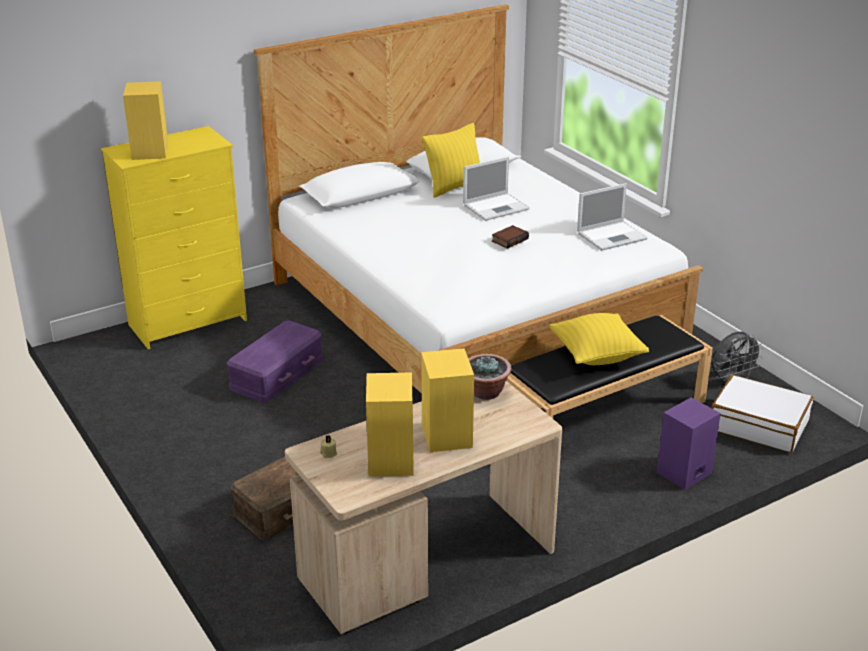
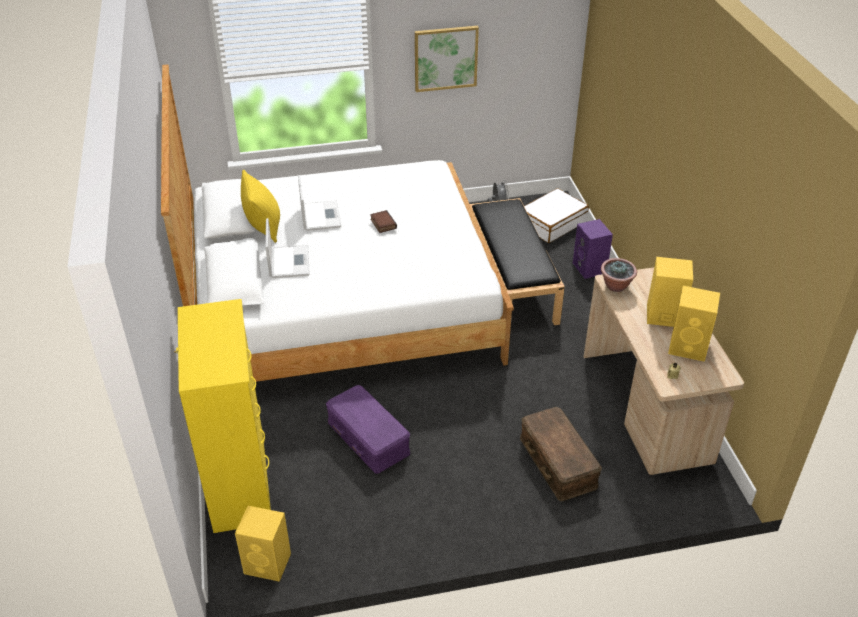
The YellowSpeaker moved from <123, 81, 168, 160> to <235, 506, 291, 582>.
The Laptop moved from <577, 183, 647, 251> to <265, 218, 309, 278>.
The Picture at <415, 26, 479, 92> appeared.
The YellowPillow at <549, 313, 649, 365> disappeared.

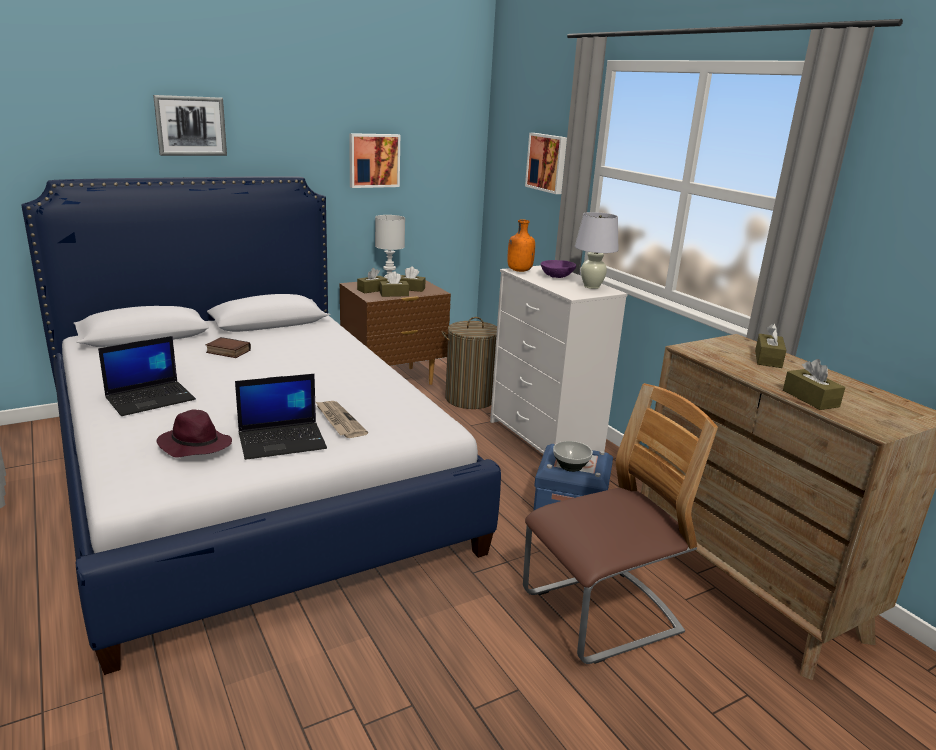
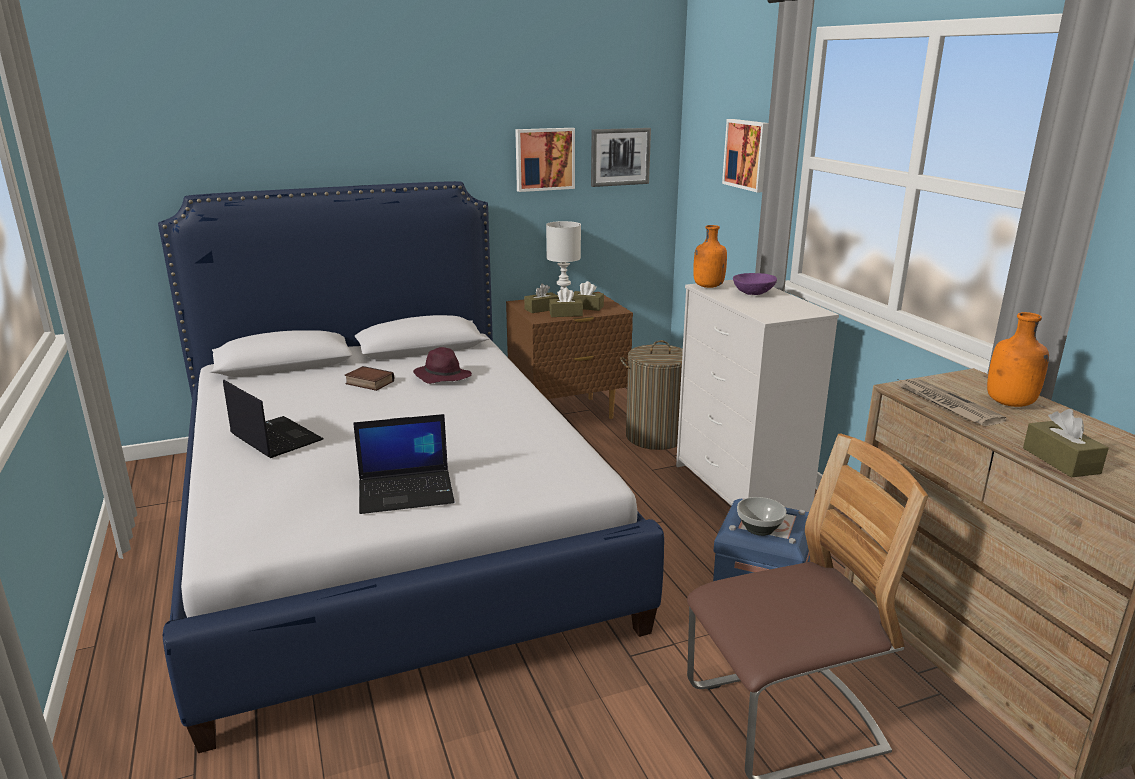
The Laptop at <98, 336, 196, 416> turned 105 degrees counterclockwise.
The PurpleHat moved from <156, 410, 232, 457> to <413, 347, 472, 384>.
The Picture moved from <153, 95, 227, 156> to <591, 128, 651, 187>.
The Newspaper moved from <316, 401, 368, 438> to <896, 378, 1007, 426>.
The BrownTissueBox at <755, 323, 787, 368> was replaced by the OrangeBottle at <987, 312, 1049, 407>.
The WhiteTableLamp at <575, 212, 619, 289> disappeared.

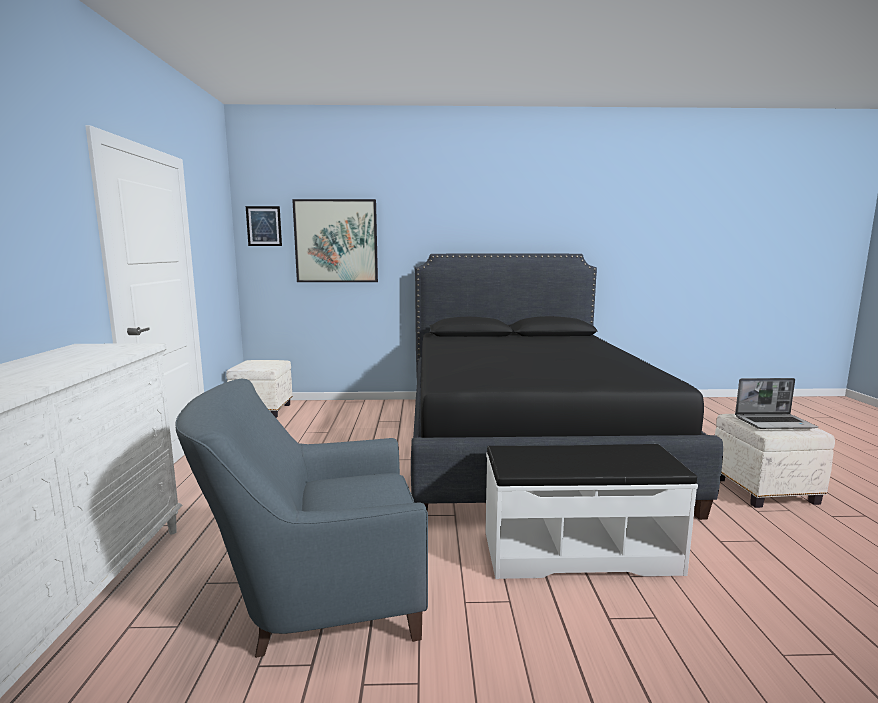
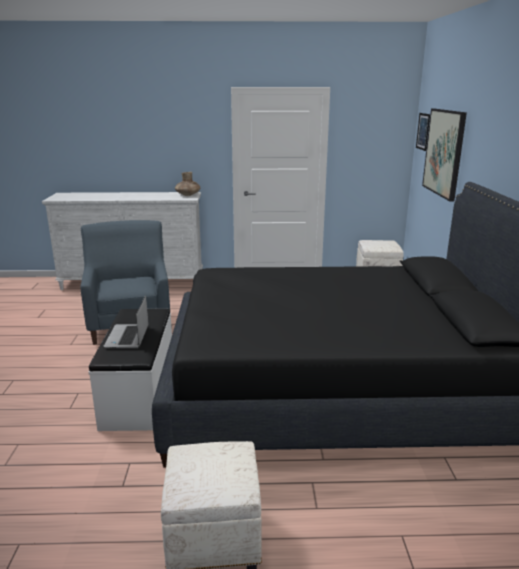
The Laptop moved from <735, 378, 818, 429> to <103, 295, 149, 349>.
The BrownVase at <175, 172, 200, 196> appeared.

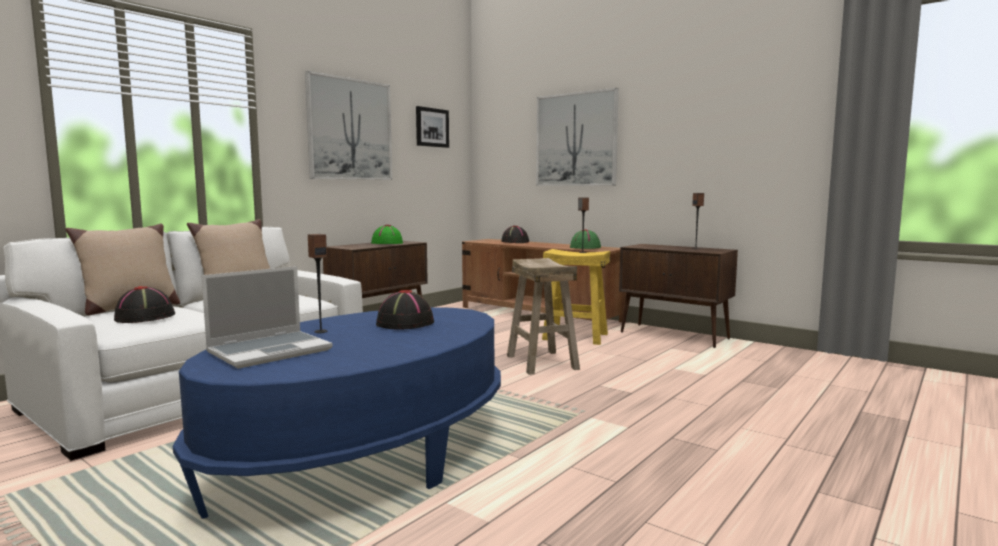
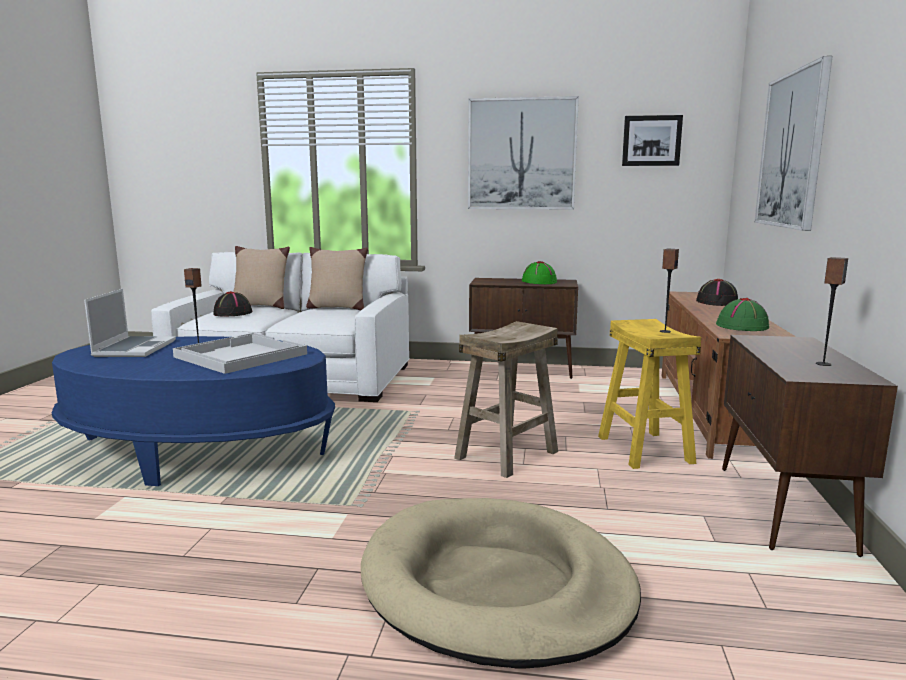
The Laptop at <201, 266, 333, 369> turned 105 degrees counterclockwise.
The BlackHat at <376, 290, 434, 330> was replaced by the WhiteTray at <173, 333, 307, 374>.
The BeigeDogBed at <361, 498, 641, 668> appeared.

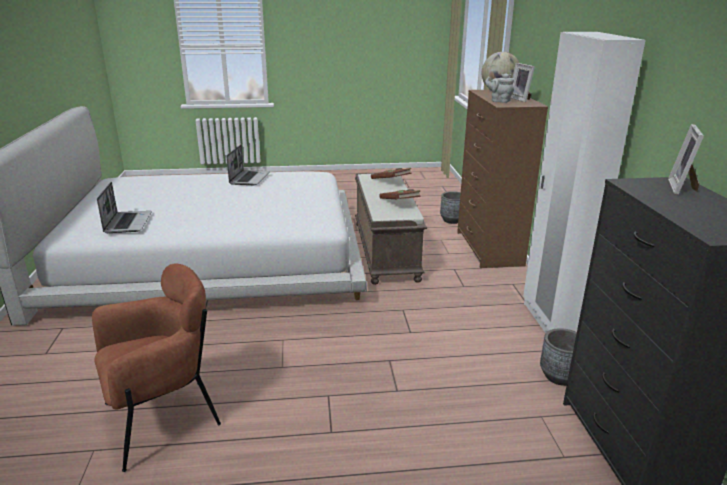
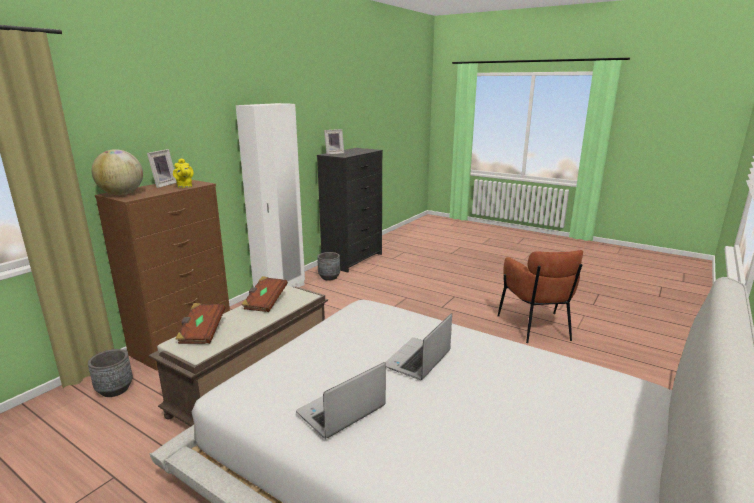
The GreyTeapot at <485, 73, 514, 103> became the YellowTeapot at <173, 158, 194, 188>.
The Laptop moved from <97, 182, 152, 233> to <385, 313, 452, 380>.
The BrownArmchair at <92, 264, 221, 472> turned 105 degrees counterclockwise.

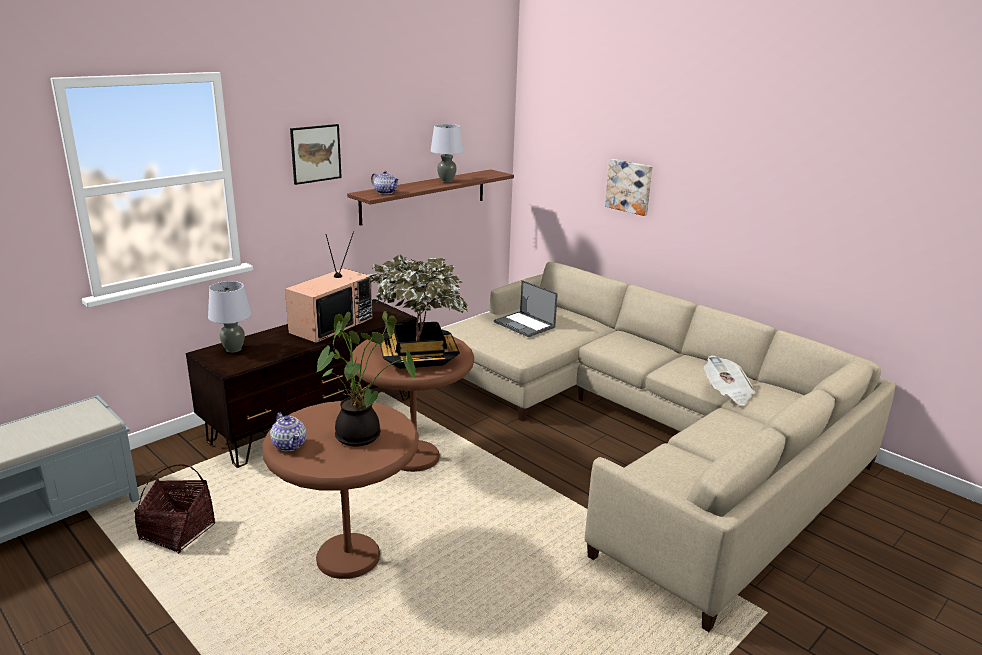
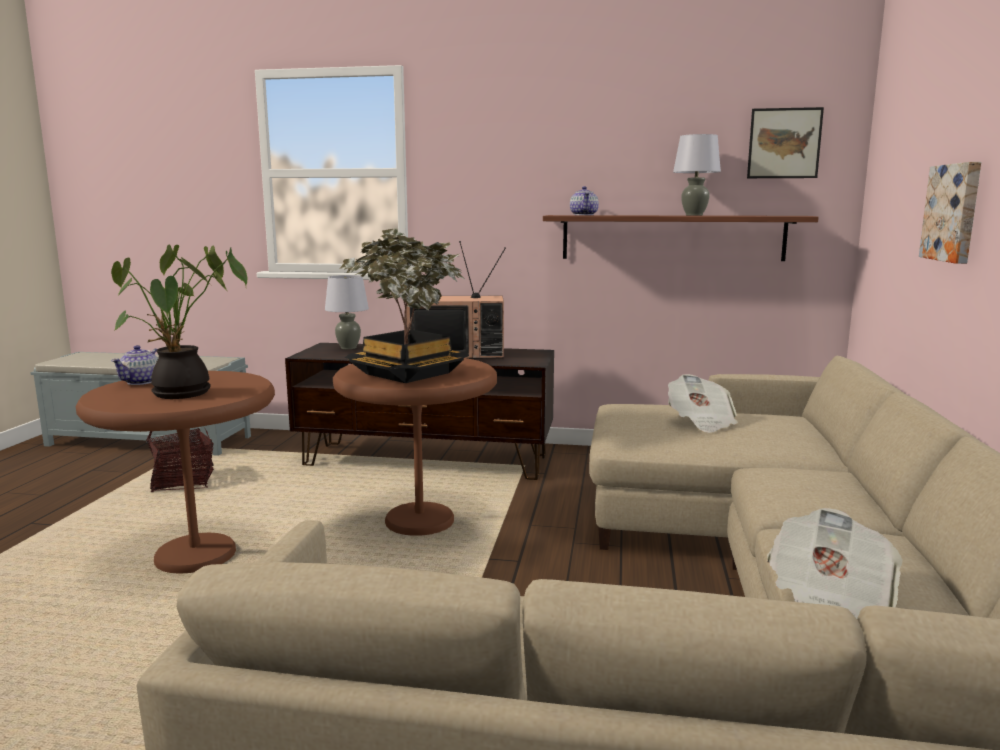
The Laptop at <494, 280, 558, 337> was replaced by the Newspaper at <668, 374, 738, 433>.
The Picture moved from <290, 124, 342, 185> to <747, 107, 824, 178>.

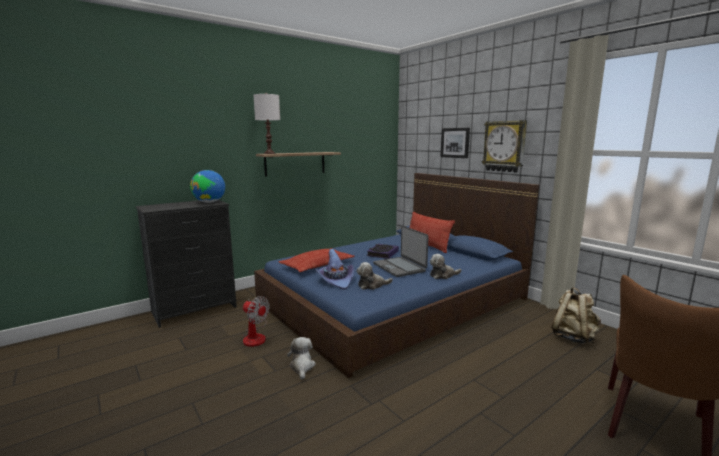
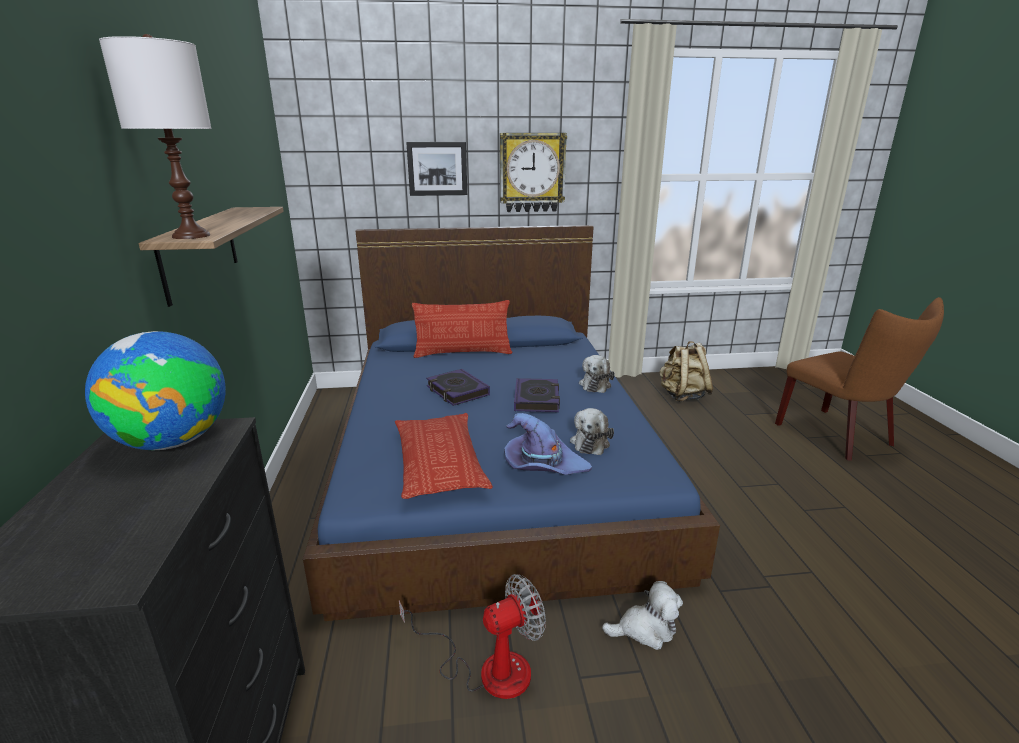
The Laptop at <373, 226, 429, 277> was replaced by the Book at <514, 378, 560, 412>.
The PlushToy at <287, 337, 316, 380> turned 150 degrees clockwise.

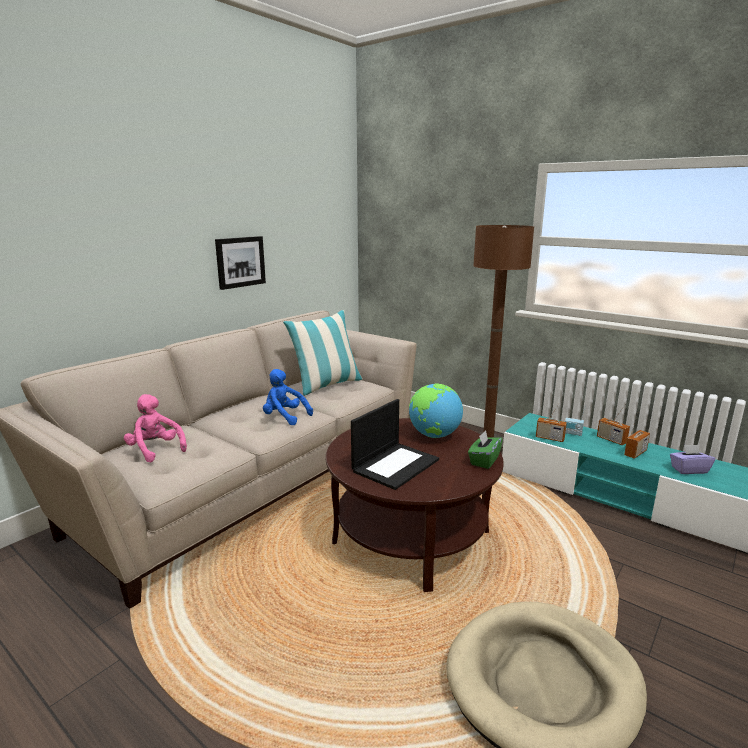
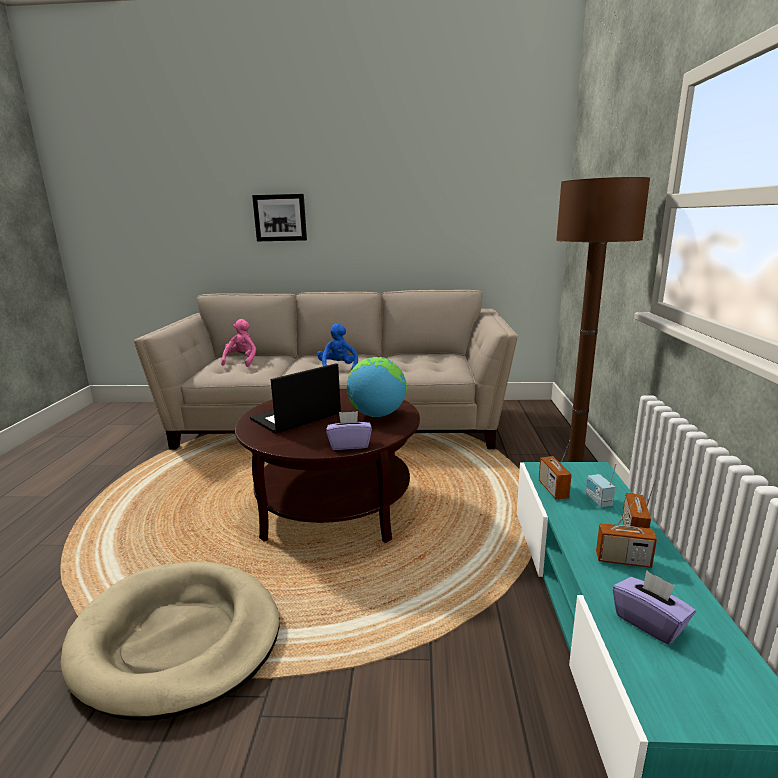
The Laptop at <351, 399, 439, 490> turned 135 degrees clockwise.
The Picture moved from <215, 236, 266, 290> to <252, 194, 307, 241>.
The GreenTissueBox at <468, 430, 503, 469> became the PurpleTissueBox at <326, 411, 372, 450>.
The Pillow at <283, 310, 363, 396> disappeared.

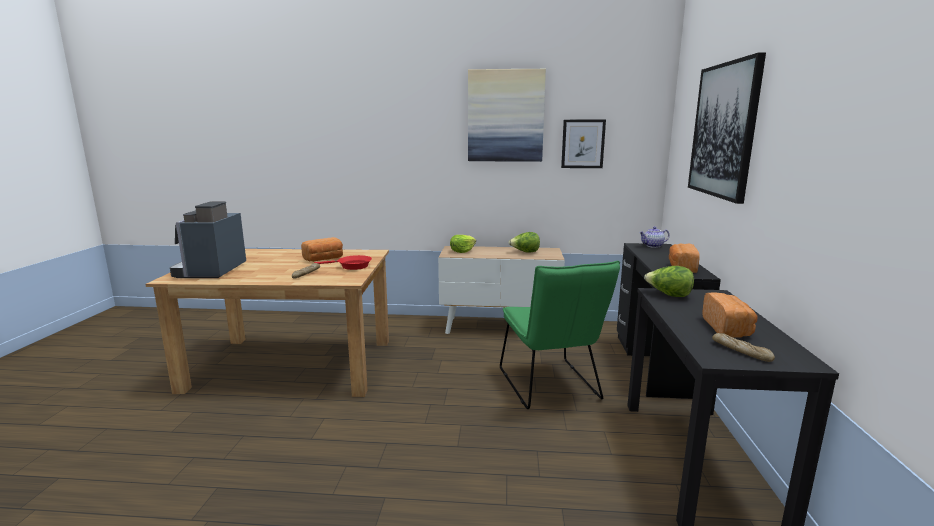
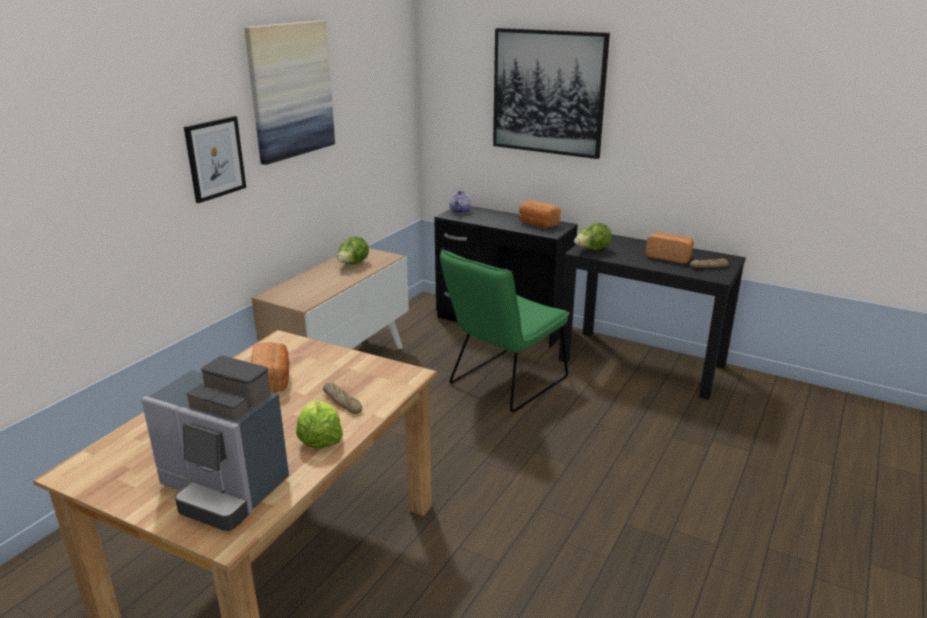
The Picture moved from <561, 120, 606, 168> to <184, 116, 246, 203>.
The Lettuce moved from <450, 235, 476, 253> to <296, 400, 343, 449>.
The GreenChair at <500, 260, 620, 409> turned 120 degrees clockwise.
The RedFryingPan at <314, 255, 372, 270> disappeared.

